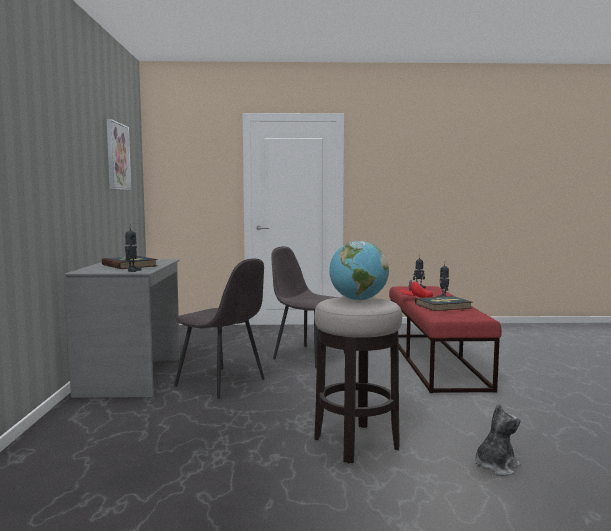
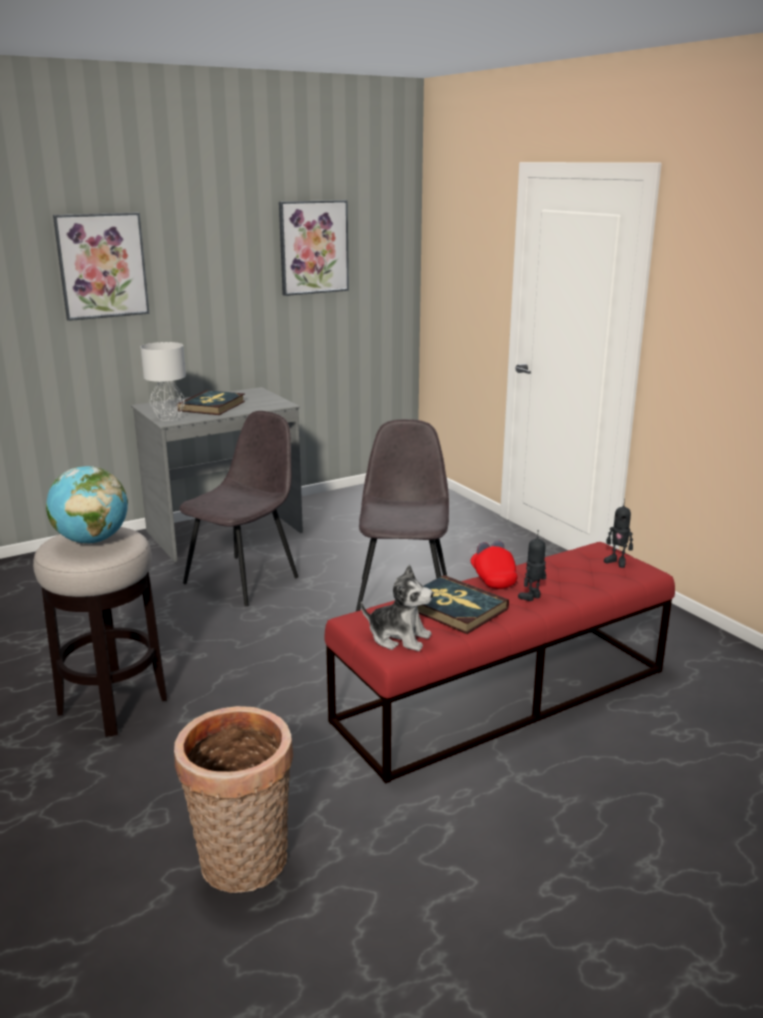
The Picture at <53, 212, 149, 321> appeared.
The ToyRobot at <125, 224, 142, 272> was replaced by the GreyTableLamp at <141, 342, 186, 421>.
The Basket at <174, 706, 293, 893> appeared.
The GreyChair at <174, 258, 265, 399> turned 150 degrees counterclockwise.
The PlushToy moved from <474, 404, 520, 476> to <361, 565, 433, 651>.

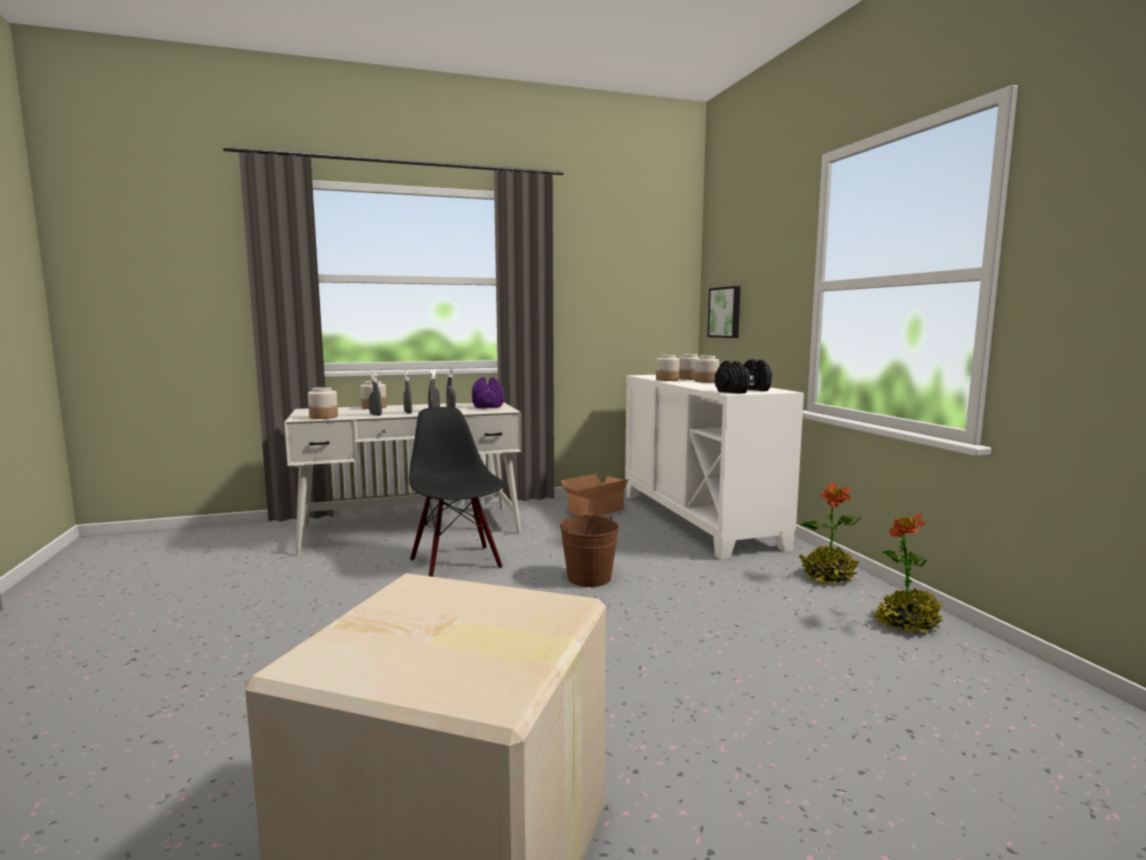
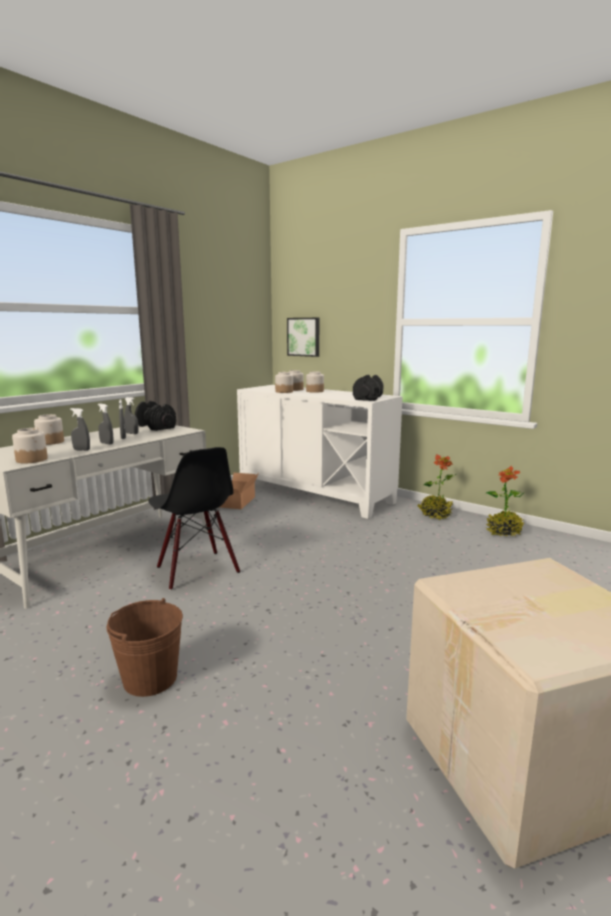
The BrownBucket moved from <560, 515, 619, 587> to <106, 598, 183, 697>.
The PurpleDumbbell at <472, 377, 504, 408> became the BlackDumbbell at <135, 401, 176, 431>.
The BlackChair at <409, 407, 504, 577> turned 150 degrees counterclockwise.

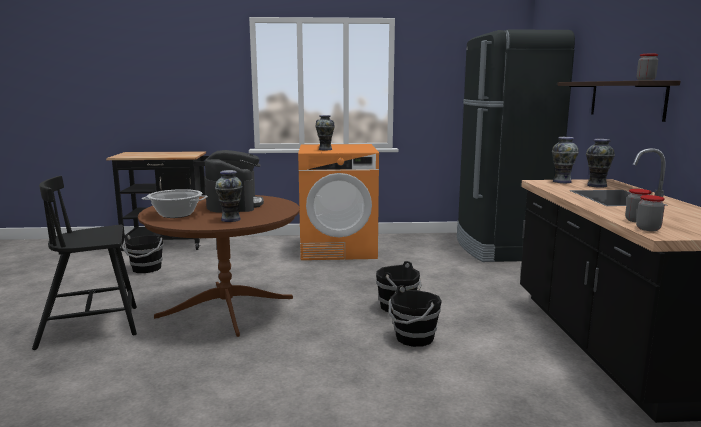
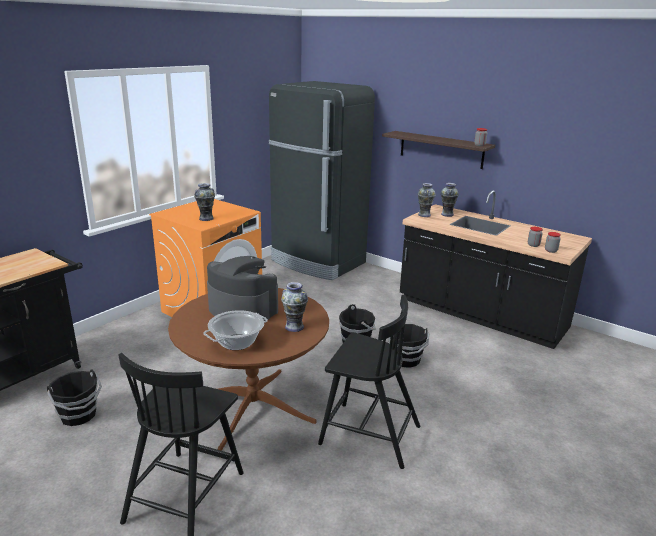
The BlackChair at <318, 295, 421, 469> appeared.

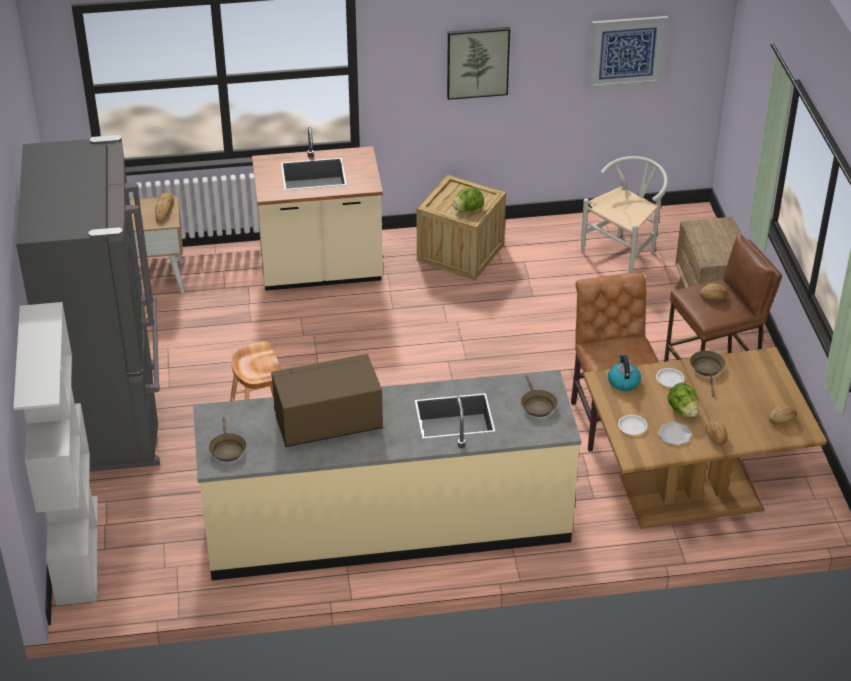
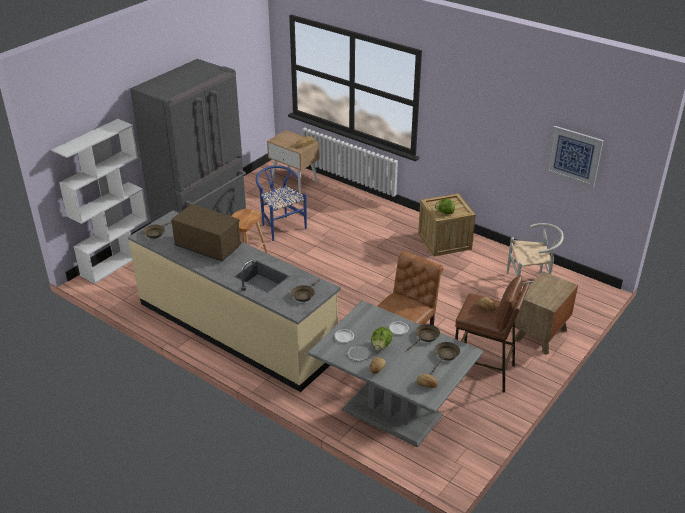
The BlueChair at <256, 165, 307, 241> appeared.
The BrownDiningTable at <583, 347, 827, 529> became the GreyDiningTable at <308, 301, 483, 447>.
The BrownFryingPan at <432, 342, 460, 372> appeared.
The BeigeCounter at <252, 127, 383, 291> disappeared.
The Picture at <447, 27, 510, 100> disappeared.
The Kettle at <608, 354, 641, 391> disappeared.

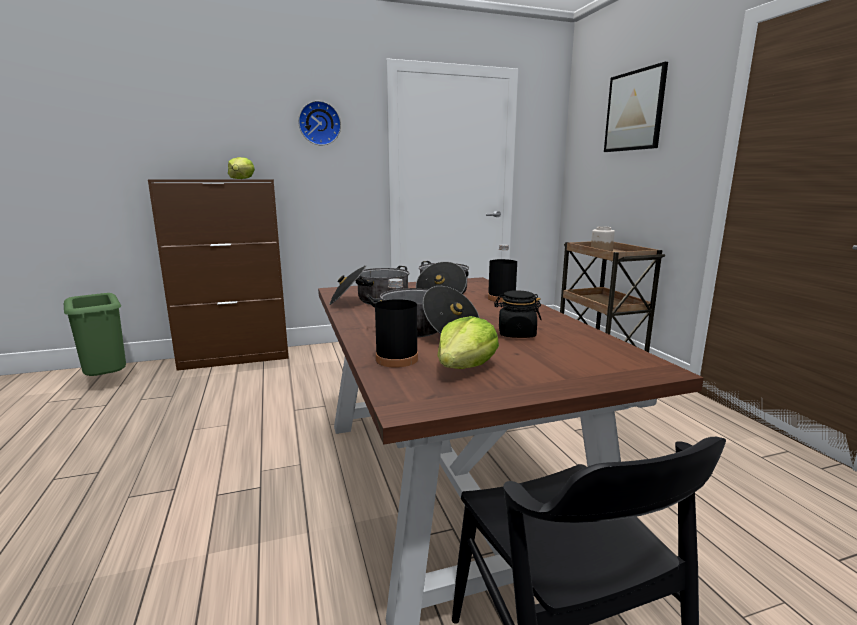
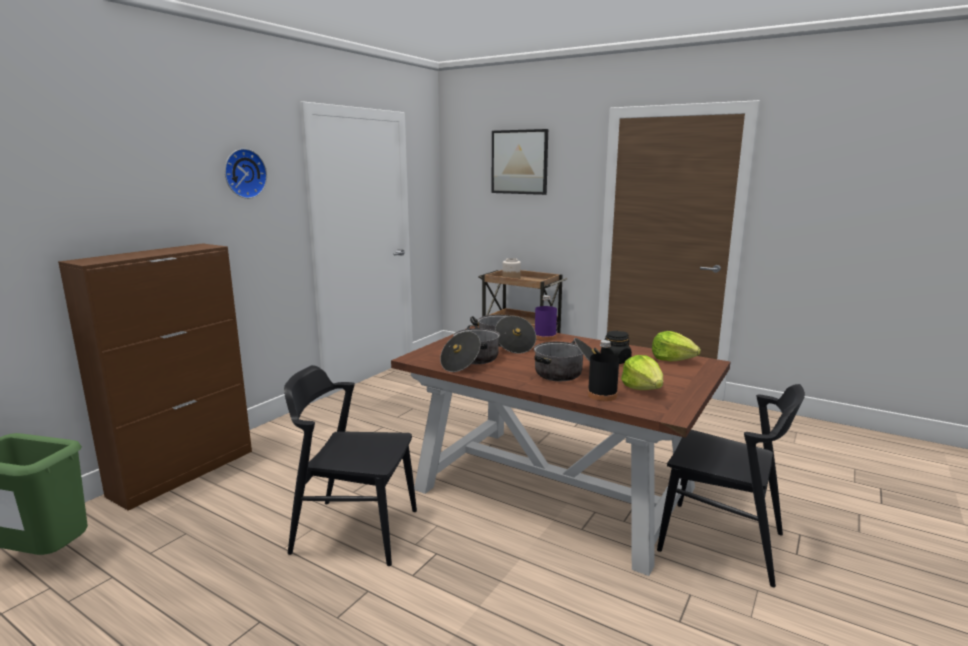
The BlackChair at <284, 365, 417, 566> appeared.
The BlackBottle at <488, 244, 517, 302> became the PurpleBottle at <535, 295, 557, 341>.
The Lettuce moved from <228, 157, 255, 179> to <652, 331, 701, 361>.

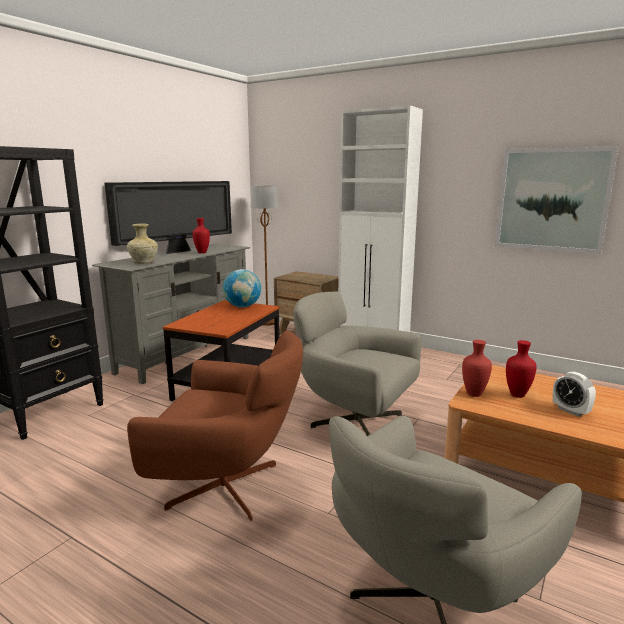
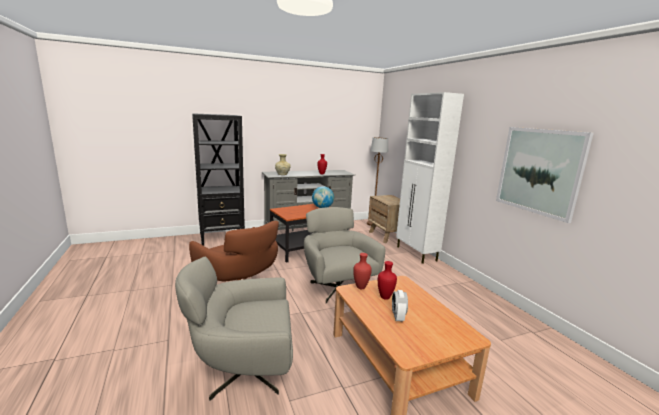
The Television at <105, 181, 232, 254> disappeared.

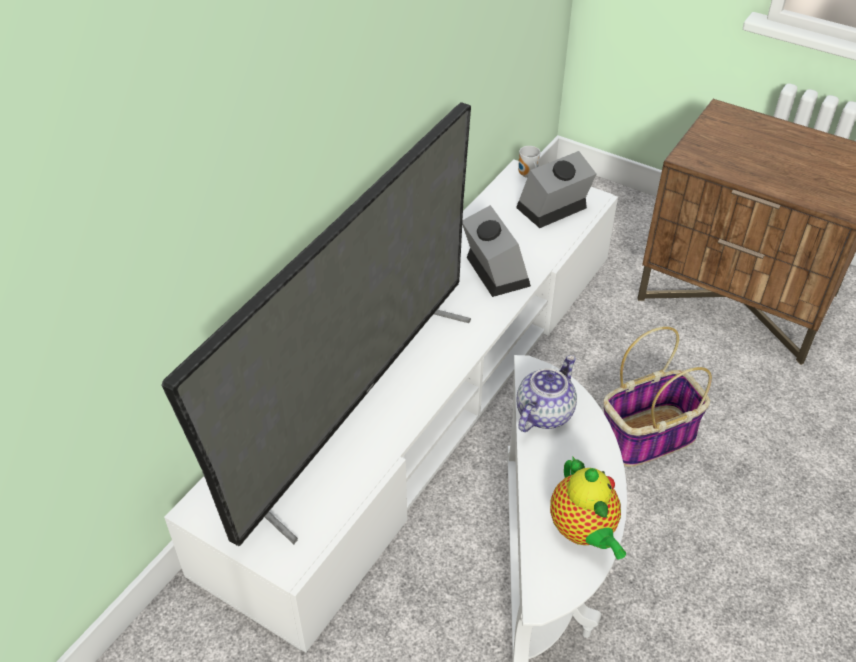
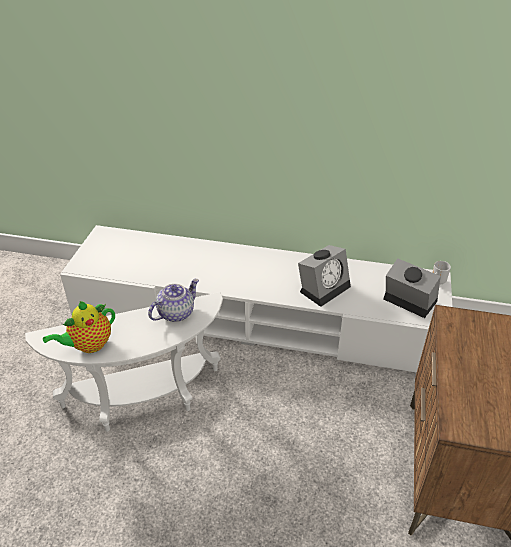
The Teapot at <516, 355, 577, 432> turned 60 degrees counterclockwise.
The Television at <162, 102, 471, 546> disappeared.
The Basket at <603, 326, 712, 467> disappeared.

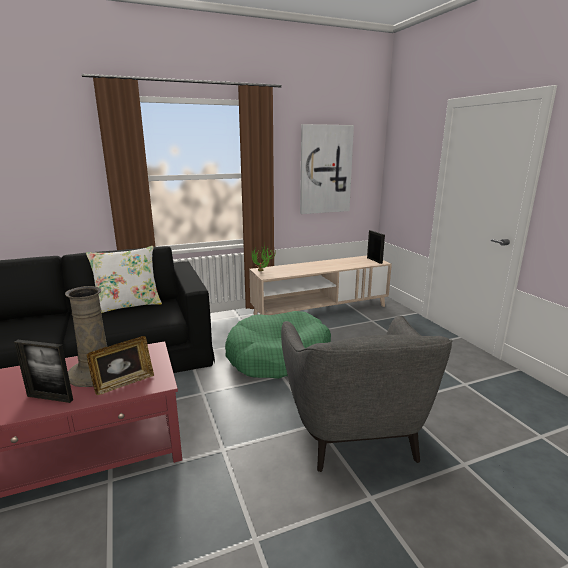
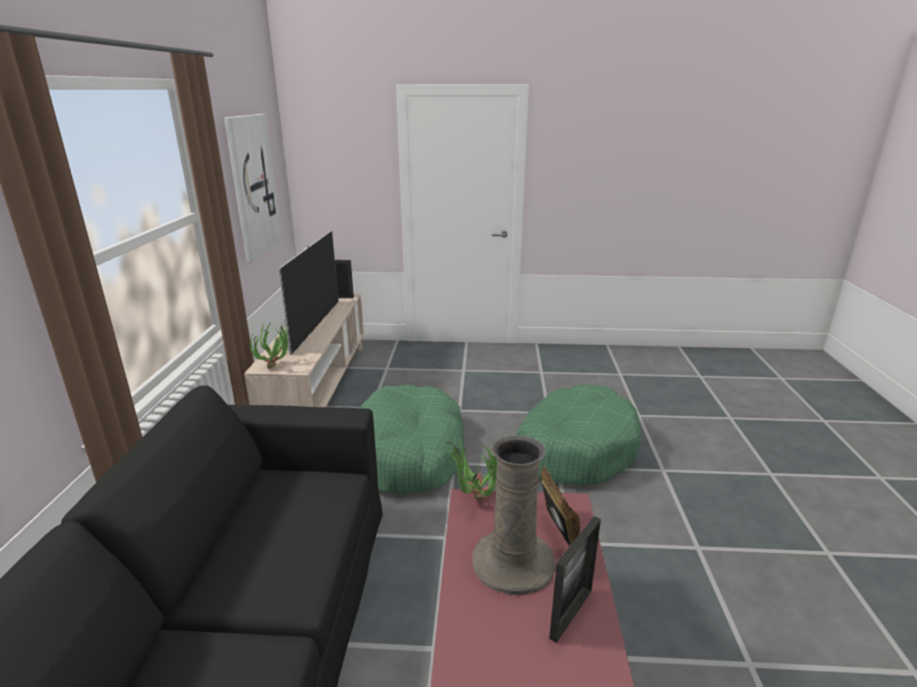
The Television at <278, 231, 339, 355> appeared.
The PottedPlant at <445, 437, 497, 501> appeared.
The GreyArmchair at <281, 316, 452, 472> was replaced by the GreenDogBed at <517, 384, 641, 485>.
The WhitePillow at <86, 246, 162, 313> disappeared.

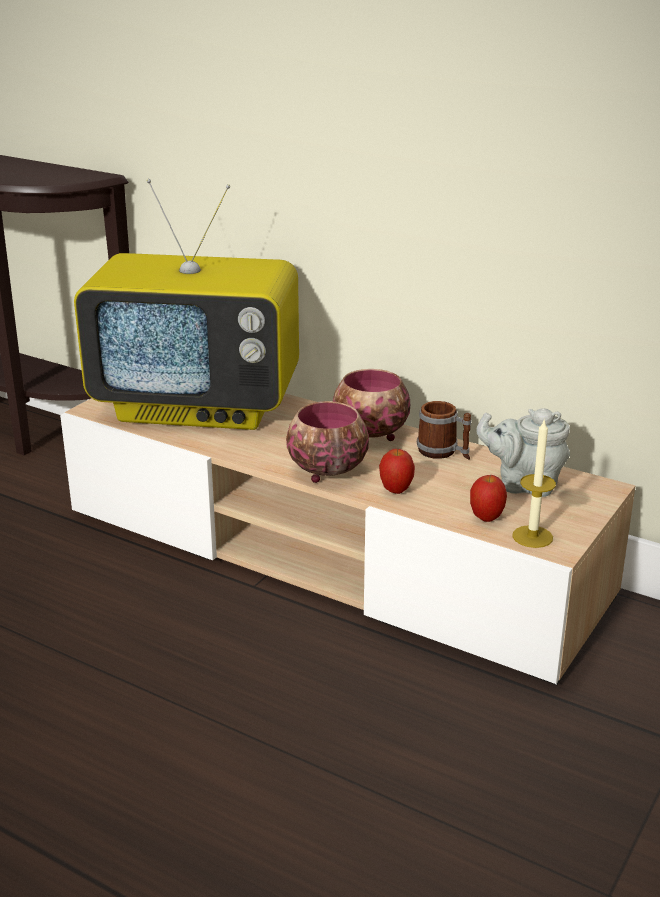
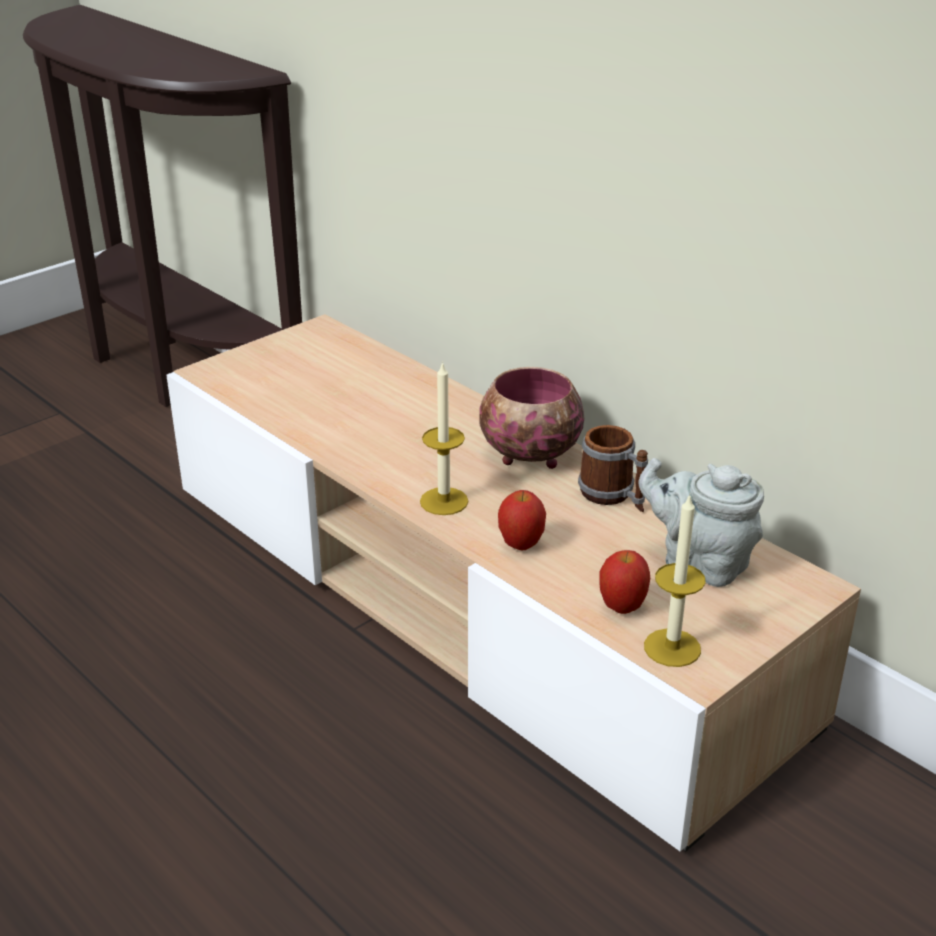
The Bowl at <286, 401, 369, 483> was replaced by the Candle at <420, 361, 468, 515>.
The Television at <74, 179, 299, 430> disappeared.

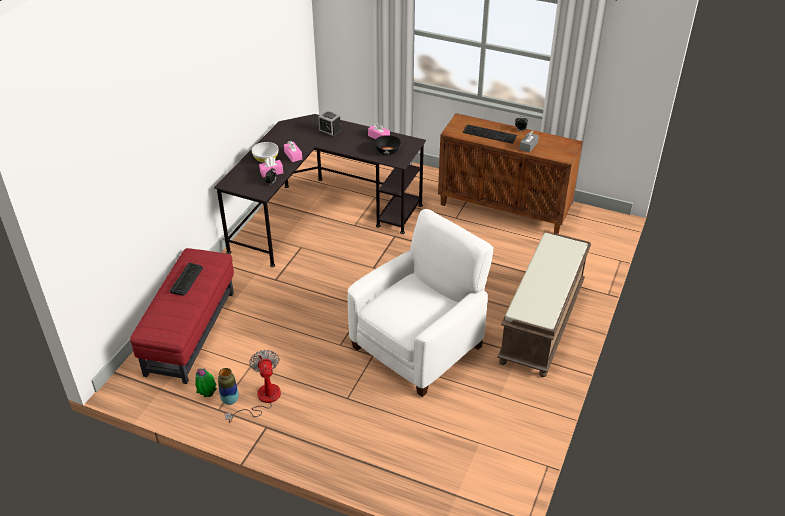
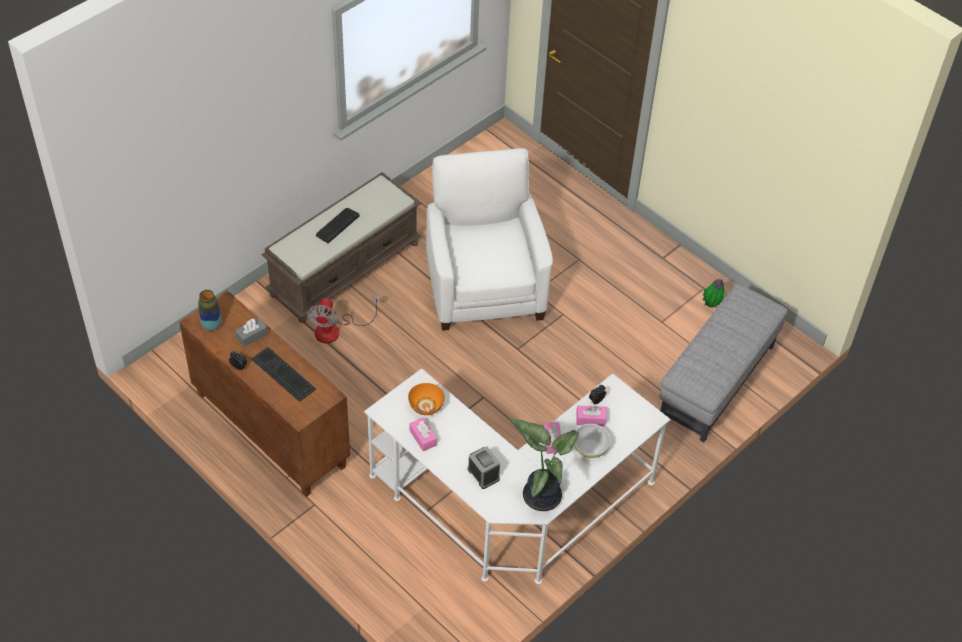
The Vase moved from <218, 368, 239, 405> to <198, 290, 222, 331>.
The Fan moved from <225, 350, 281, 423> to <307, 295, 380, 343>.
The Keyboard moved from <170, 263, 203, 296> to <316, 208, 359, 243>.
The BlackDesk at <214, 114, 426, 267> became the WhiteDesk at <364, 368, 671, 584>.
The BlackBowl at <375, 135, 401, 155> became the OrangeBowl at <408, 383, 445, 415>.
The WhiteArmchair at <348, 209, 494, 397> turned 105 degrees clockwise.
The PottedPlant at <509, 419, 579, 511> appeared.
The RedOttoman at <130, 248, 234, 384> became the GreyOttoman at <659, 284, 787, 442>.

